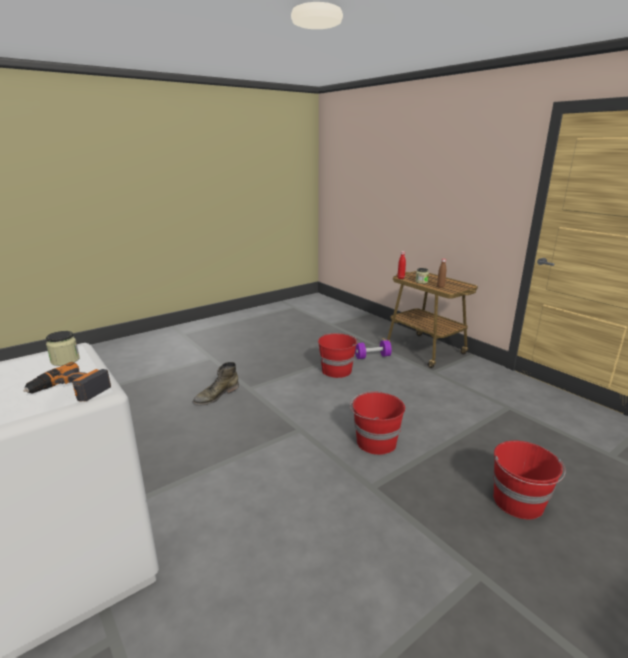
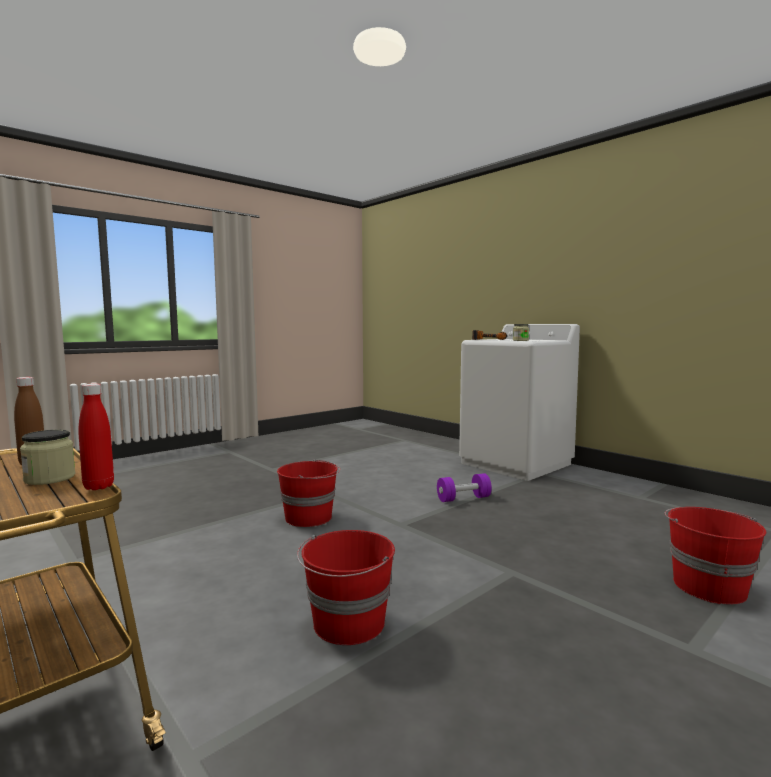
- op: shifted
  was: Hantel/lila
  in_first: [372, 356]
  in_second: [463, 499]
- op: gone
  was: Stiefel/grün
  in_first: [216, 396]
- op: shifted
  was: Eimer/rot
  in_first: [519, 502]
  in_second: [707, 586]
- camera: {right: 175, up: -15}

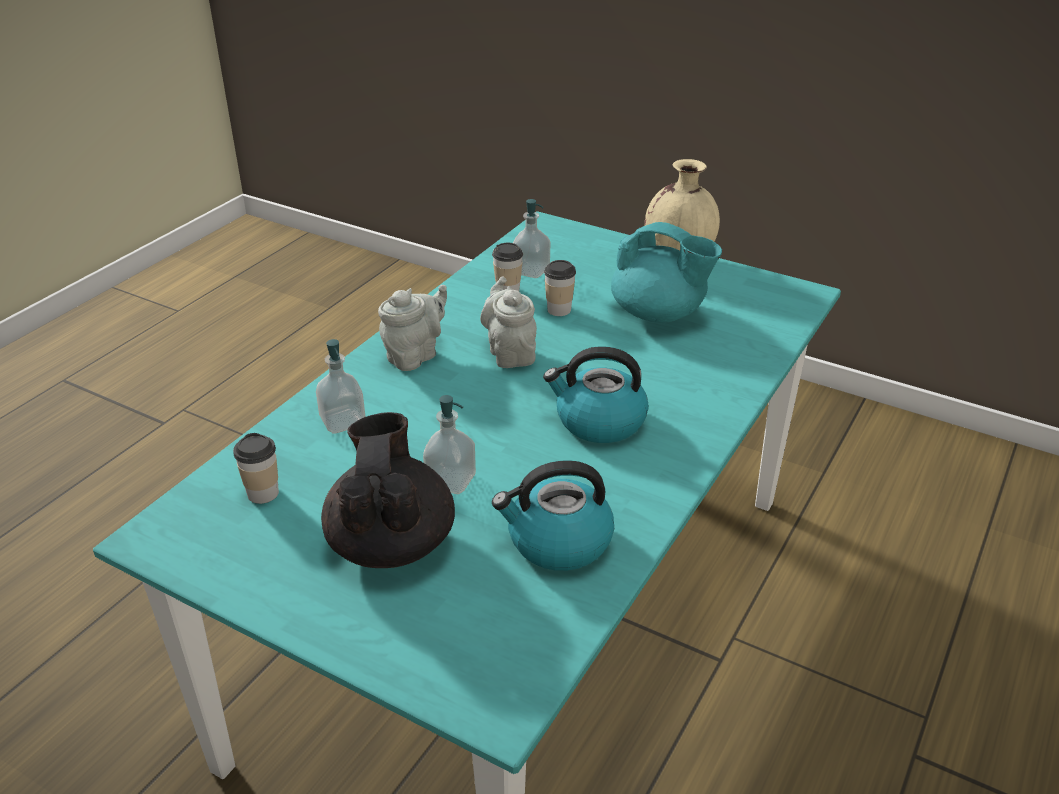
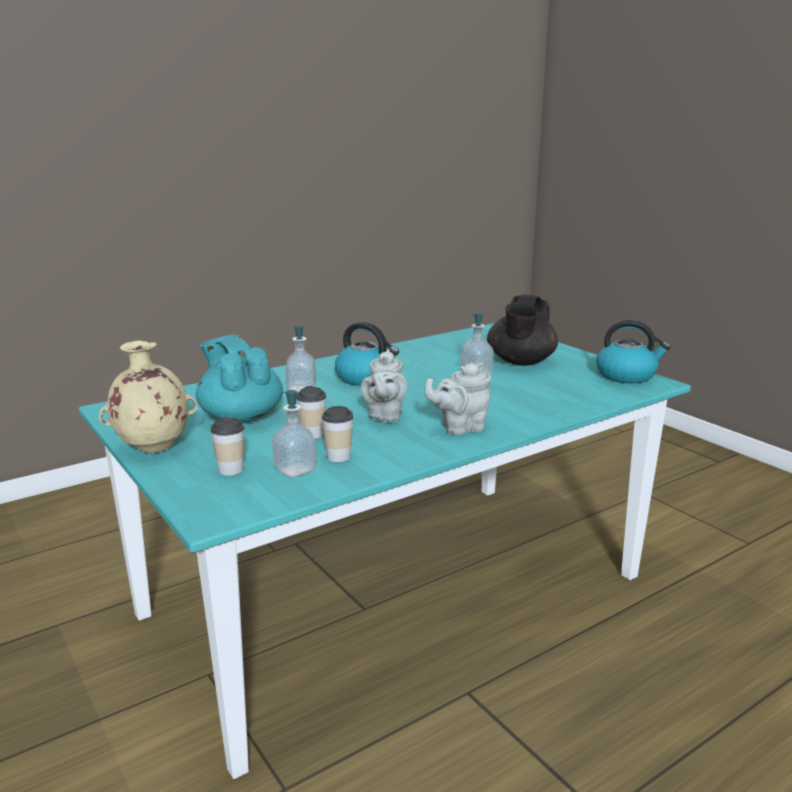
- op: shifted
  was: Seifenspender
  in_first: [343, 422]
  in_second: [301, 389]
- op: shifted
  was: Tasse
  in_first: [263, 493]
  in_second: [231, 470]
- op: shifted
  was: Wasserkessel
  in_first: [558, 542]
  in_second: [627, 375]
- camera: {right: -155, up: -15}

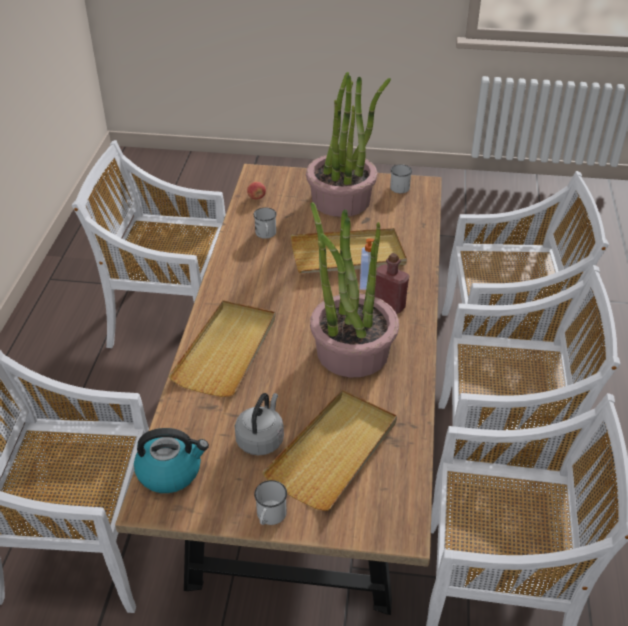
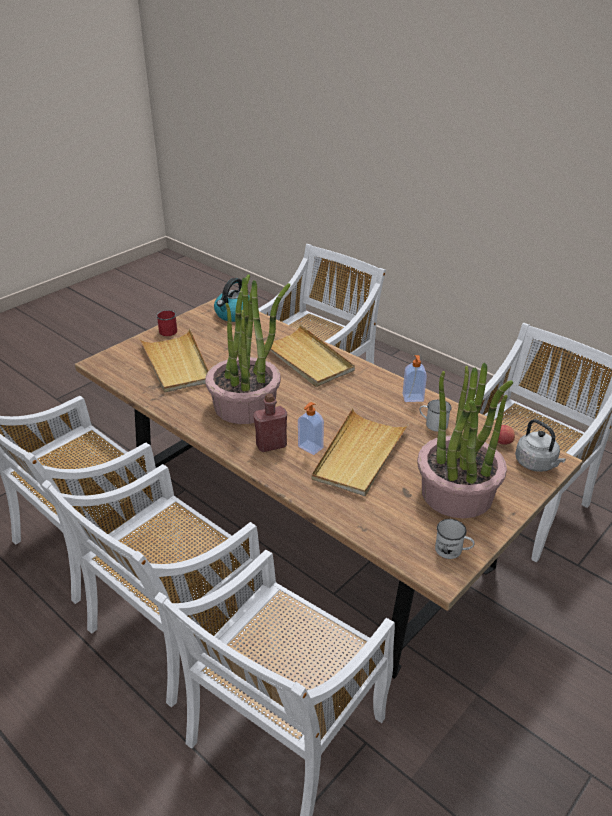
- op: shifted
  was: Wasserkessel/grau
  in_first: [261, 439]
  in_second: [537, 464]
- op: repainted
  was: Henkelbecher/weiß
  now: Henkelbecher/rot
  in_first: [269, 517]
  in_second: [166, 330]
- op: new
  now: Seifenspender
  in_second: [413, 398]
- camera: {right: 125, up: -5}

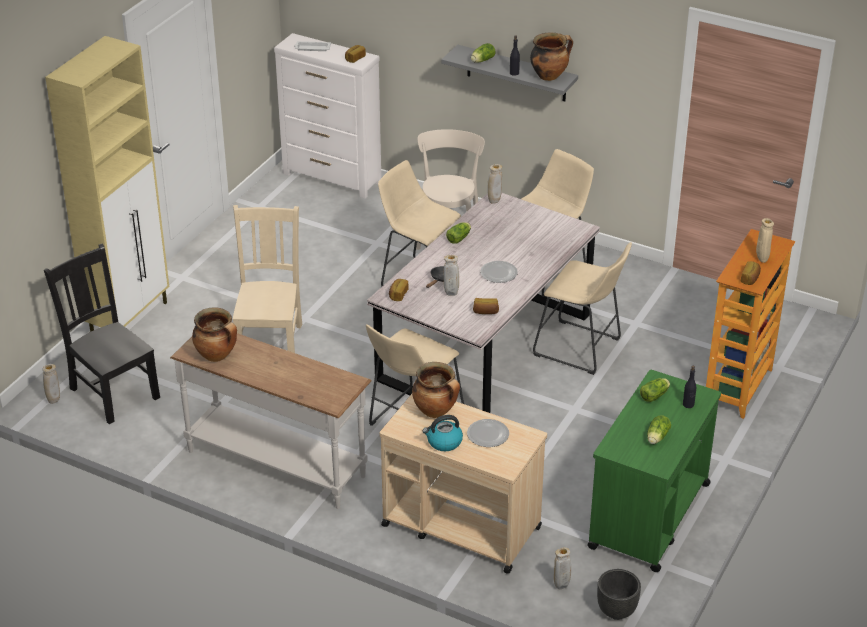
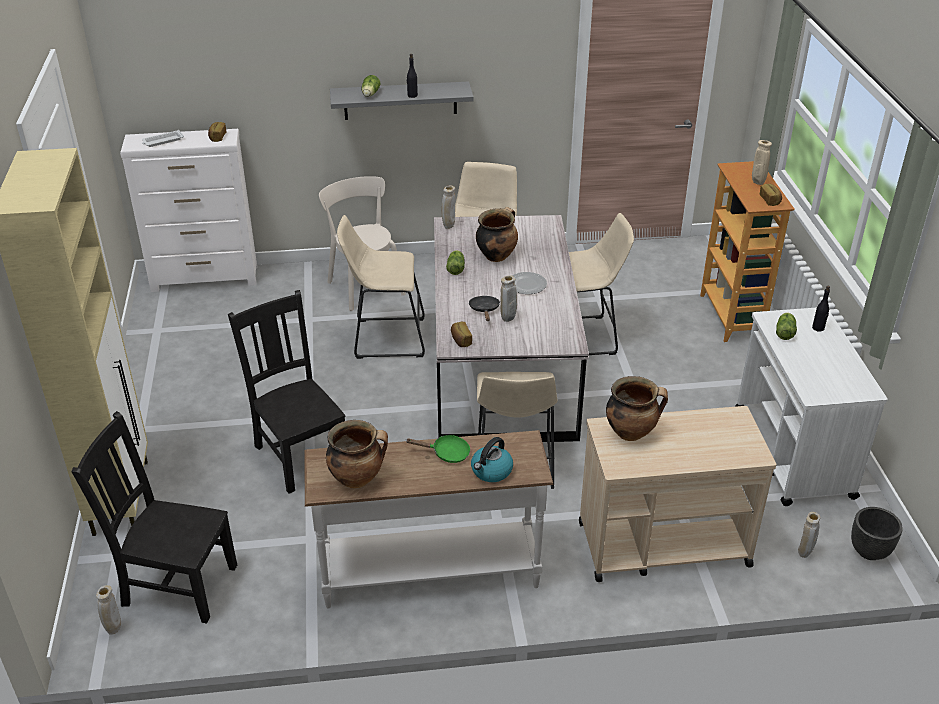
- op: shifted
  was: Kochtopf
  in_first: [549, 75]
  in_second: [496, 255]
- op: repainted
  was: Stuhl/beige
  now: Stuhl/schwarz
  in_first: [270, 343]
  in_second: [300, 454]
- op: gone
  was: Brot
  in_first: [485, 312]
- op: repainted
  was: Rollwagen/grün
  now: Rollwagen/weiß
  in_first: [648, 516]
  in_second: [793, 453]
- op: shifted
  was: Wasserkessel
  in_first: [444, 442]
  in_second: [491, 471]
- op: gone
  was: Salatkopf
  in_first: [656, 438]
- op: gone
  was: Teller
  in_first: [487, 434]
- op: new
  now: Pfanne/grün
  in_second: [447, 453]
- camera: {right: -35, up: 0}

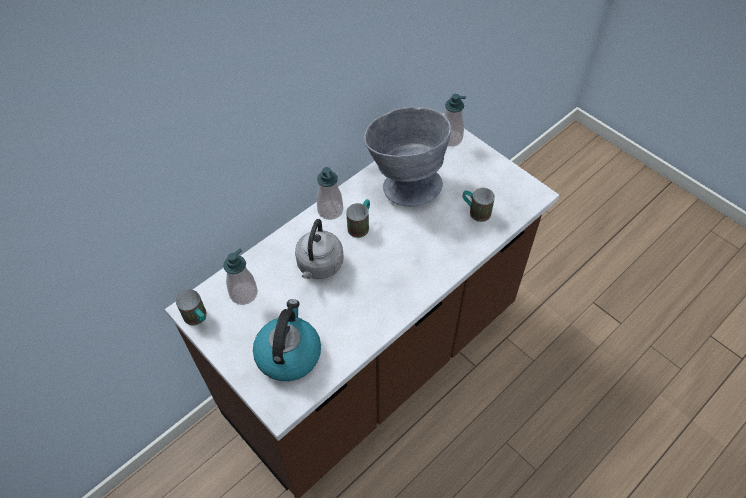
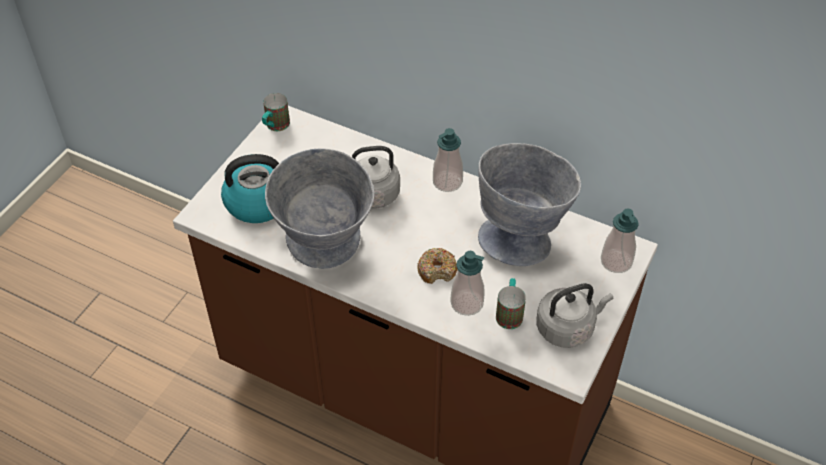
- op: gone
  was: Henkelbecher
  in_first: [360, 225]
- op: shifted
  was: Seifenspender
  in_first: [244, 293]
  in_second: [467, 303]
- op: new
  now: Schüssel/grau
  in_second: [325, 251]
- op: new
  now: Donut
  in_second: [437, 270]
- op: new
  now: Wasserkessel/grau
  in_second: [567, 328]
- camera: {right: 70, up: -5}

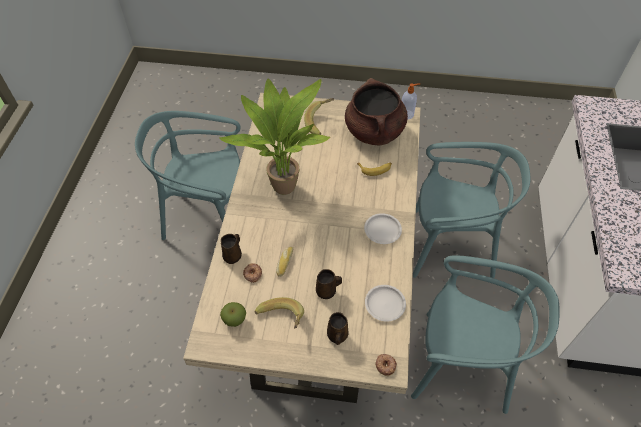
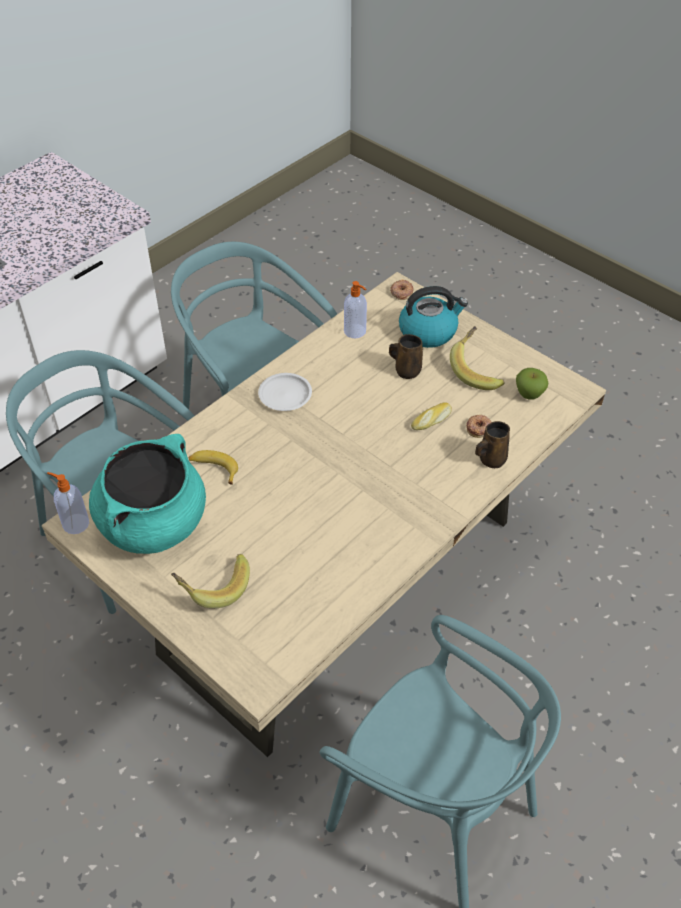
- op: repainted
  was: Kochtopf/braun
  now: Kochtopf/türkis
  in_first: [374, 132]
  in_second: [153, 523]
- op: gone
  was: Topfpflanze
  in_first: [283, 184]
- op: swapped
  was: Teller/weiß
  now: Seifenspender
  in_first: [385, 304]
  in_second: [355, 331]
- op: swapped
  was: Henkelbecher/braun
  now: Wasserkessel
  in_first: [337, 336]
  in_second: [429, 331]
- camera: {right: -145, up: -5}

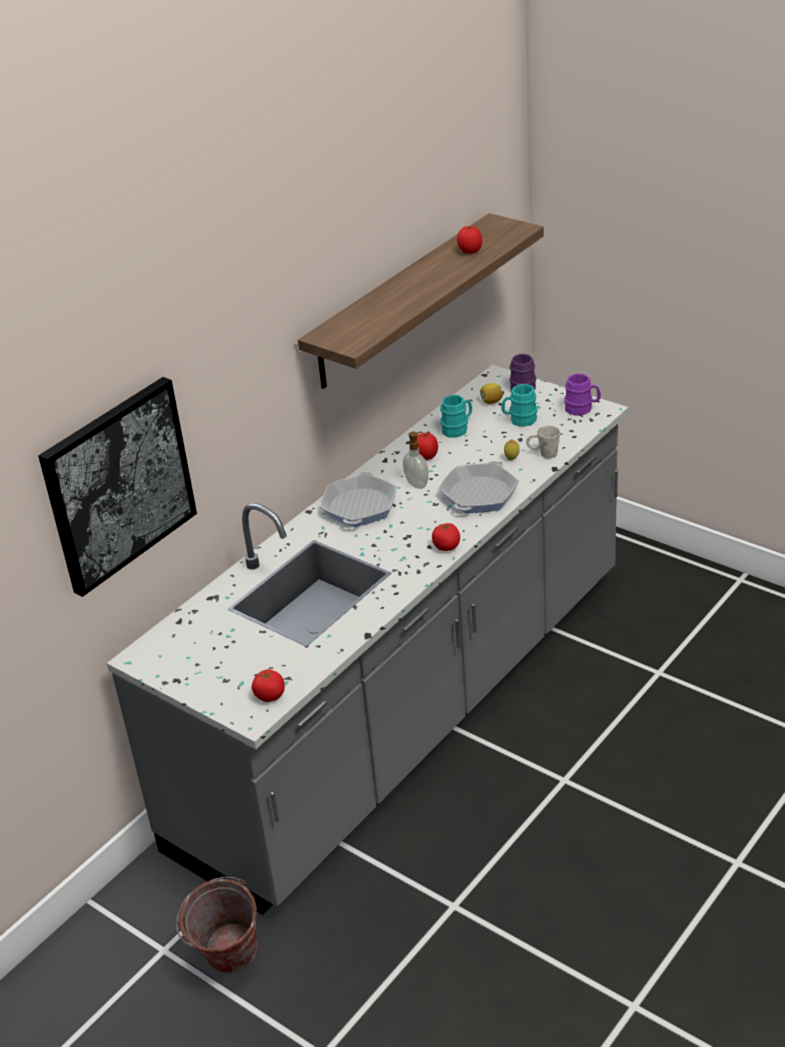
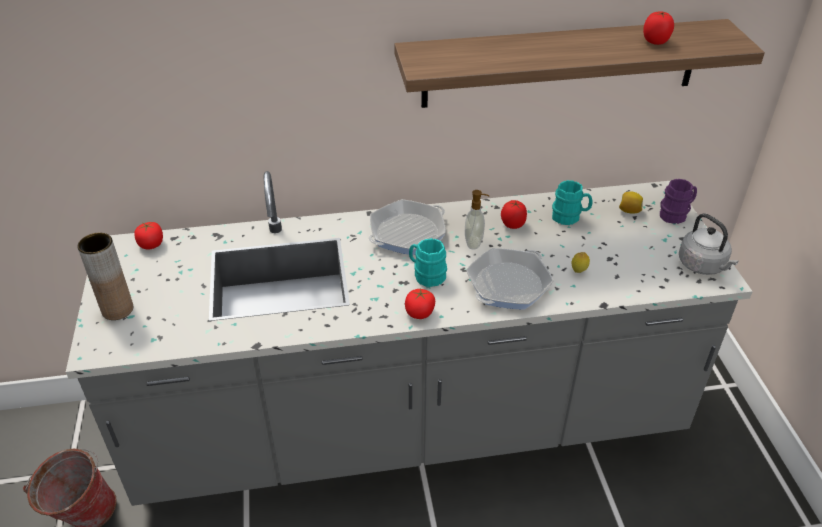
- op: swapped
  was: Henkelbecher/lila
  now: Wasserkessel/grau
  in_first: [582, 409]
  in_second: [703, 266]
- op: gone
  was: Bild
  in_first: [118, 484]
- op: shifted
  was: Henkelbecher/türkis
  in_first: [519, 420]
  in_second: [426, 275]
- op: gone
  was: Henkelbecher/weiß
  in_first: [543, 454]
- op: rotated
  was: Pfanne
  in_first: [479, 494]
  in_second: [508, 285]
  clockwise: 150
- op: shifted
  was: Tomate
  in_first: [270, 695]
  in_second: [151, 244]
- op: new
  now: Vase/braun
  in_second: [117, 309]
- camera: {right: 40, up: 5}

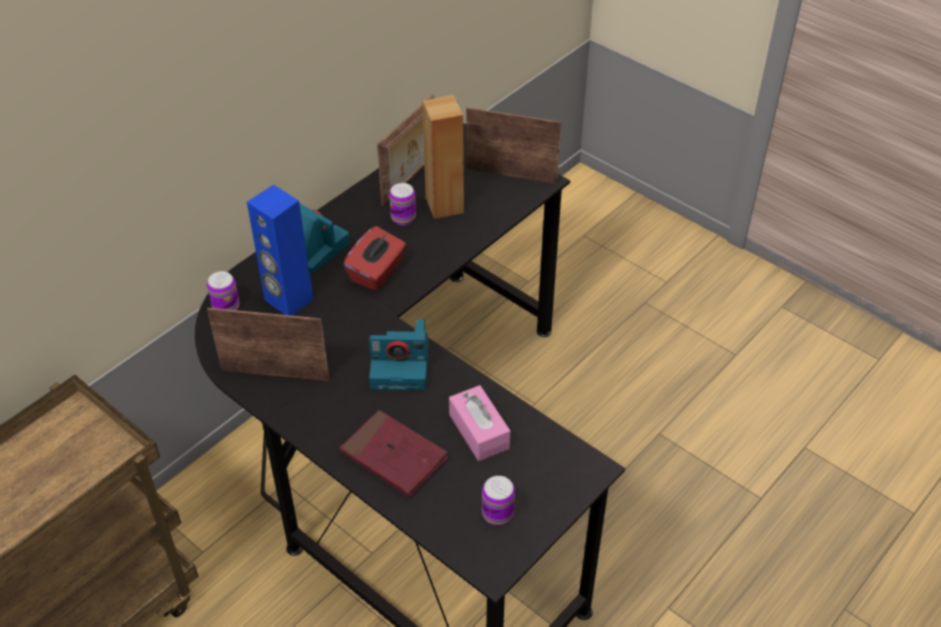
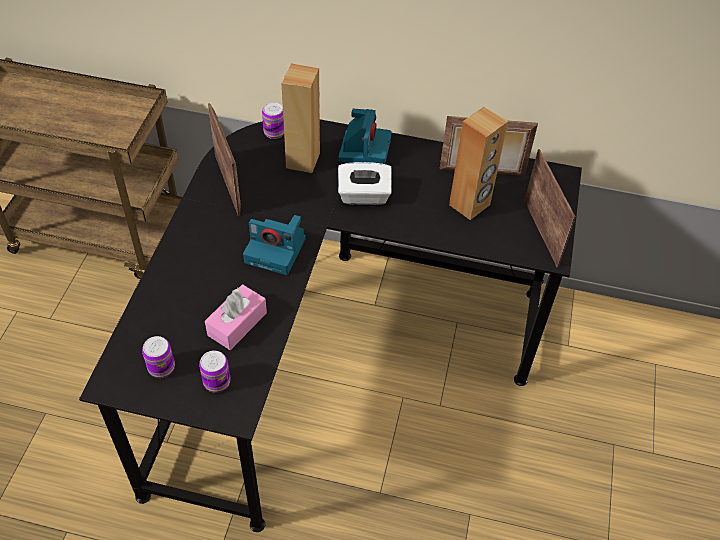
- op: shifted
  was: Dose
  in_first: [403, 217]
  in_second: [217, 382]
- op: repainted
  was: Lautsprecher/blau
  now: Lautsprecher/braun
  in_first: [288, 300]
  in_second: [302, 160]
- op: repainted
  was: Taschentuchbox/rot
  now: Taschentuchbox/weiß
  in_first: [377, 273]
  in_second: [364, 196]
- op: rotated
  was: Kamera
  in_first: [401, 366]
  in_second: [277, 250]
  clockwise: -45
- op: gone
  was: Buch/rot
  in_first: [394, 456]
- camera: {right: 60, up: 5}

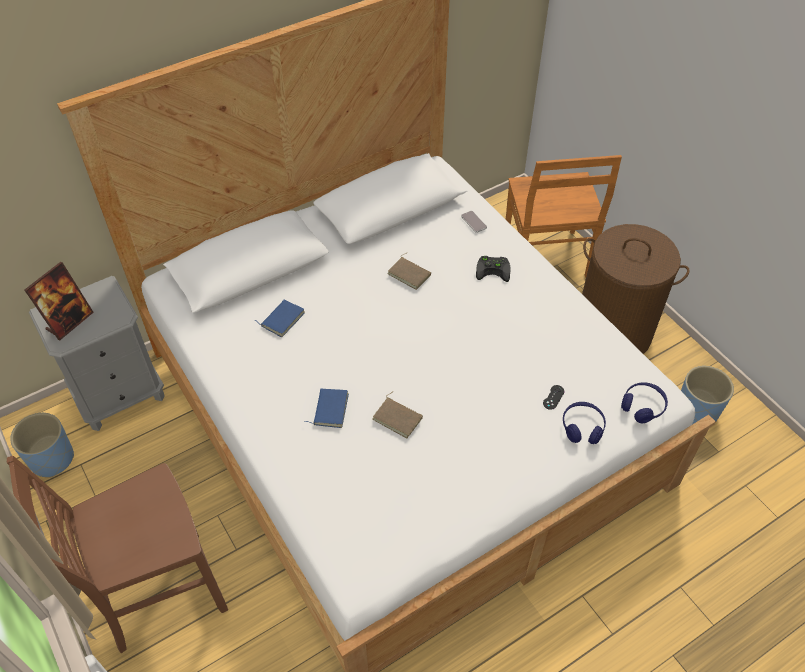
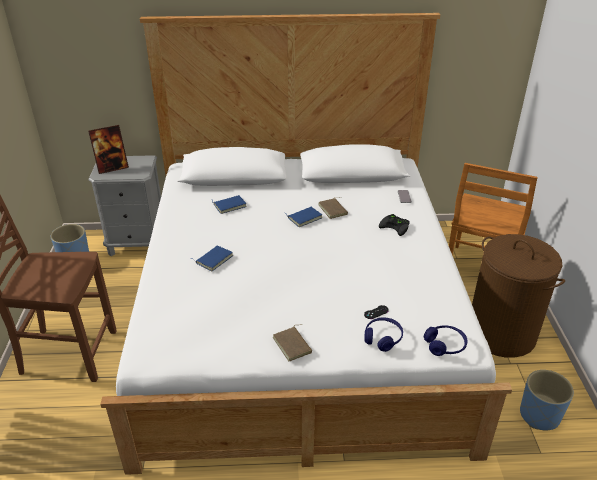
- op: shifted
  was: Buch/braun
  in_first: [398, 418]
  in_second: [293, 345]
- op: new
  now: Buch/blau
  in_second: [304, 217]
- camera: {right: 30, up: -15}

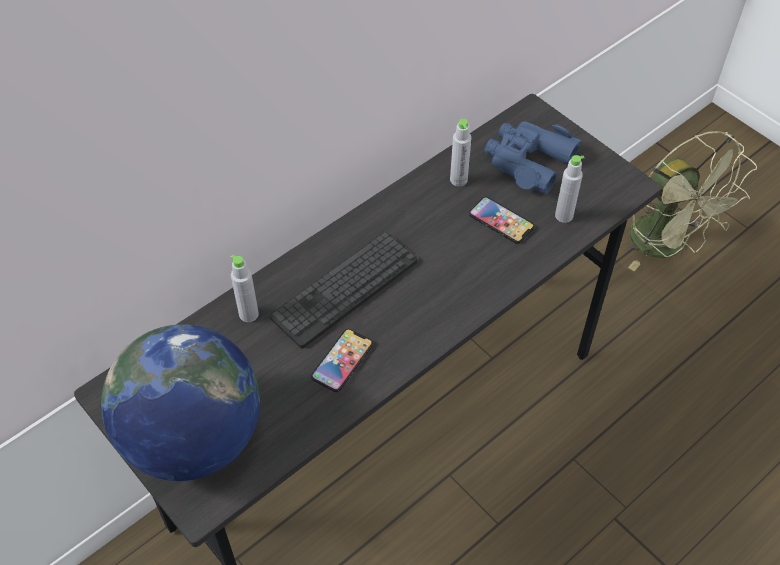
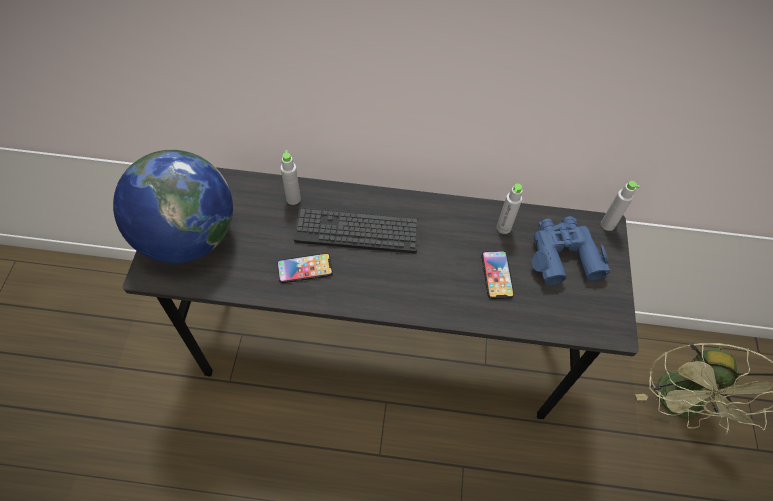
- op: shifted
  was: Flasche/grau
  in_first: [564, 216]
  in_second: [607, 224]
- camera: {right: 45, up: 5}

